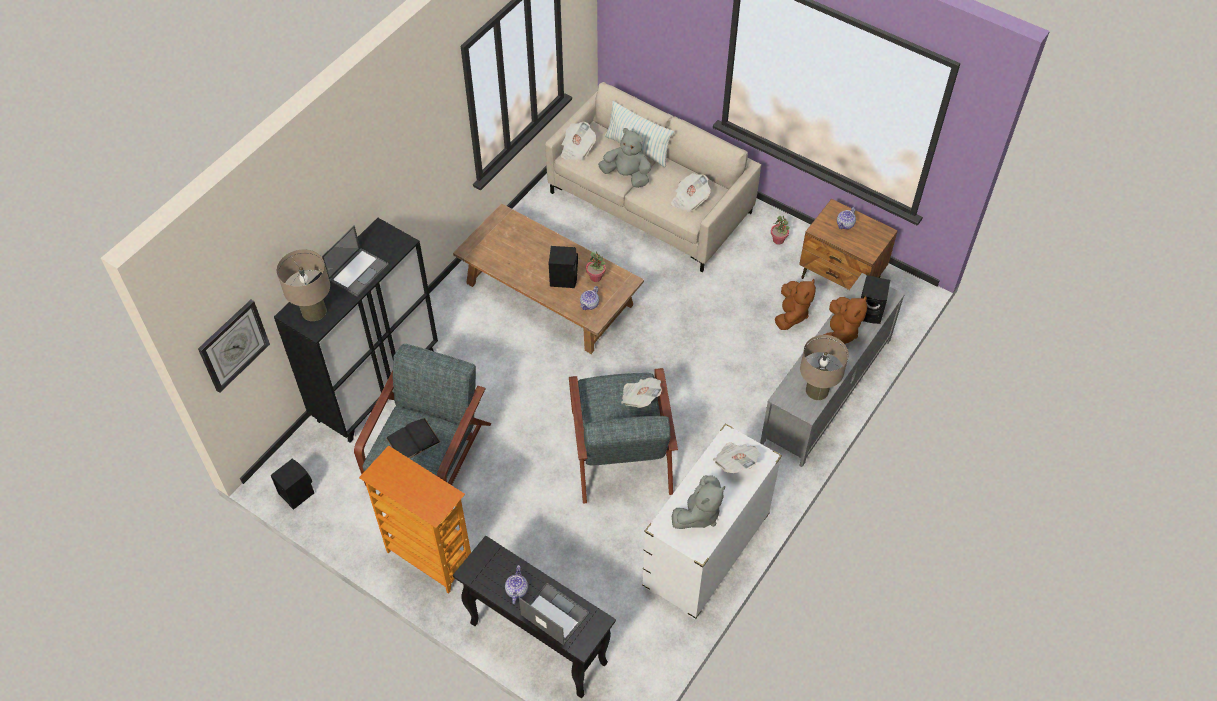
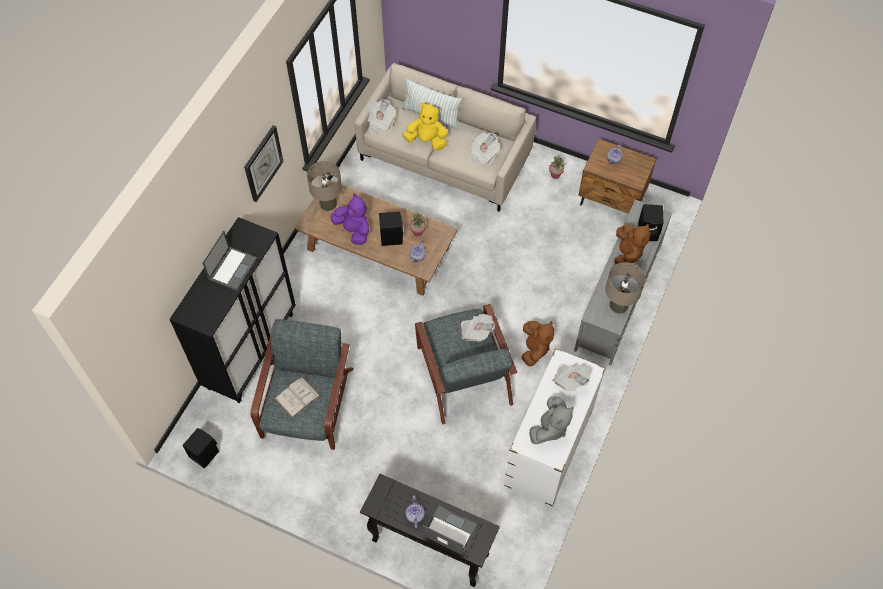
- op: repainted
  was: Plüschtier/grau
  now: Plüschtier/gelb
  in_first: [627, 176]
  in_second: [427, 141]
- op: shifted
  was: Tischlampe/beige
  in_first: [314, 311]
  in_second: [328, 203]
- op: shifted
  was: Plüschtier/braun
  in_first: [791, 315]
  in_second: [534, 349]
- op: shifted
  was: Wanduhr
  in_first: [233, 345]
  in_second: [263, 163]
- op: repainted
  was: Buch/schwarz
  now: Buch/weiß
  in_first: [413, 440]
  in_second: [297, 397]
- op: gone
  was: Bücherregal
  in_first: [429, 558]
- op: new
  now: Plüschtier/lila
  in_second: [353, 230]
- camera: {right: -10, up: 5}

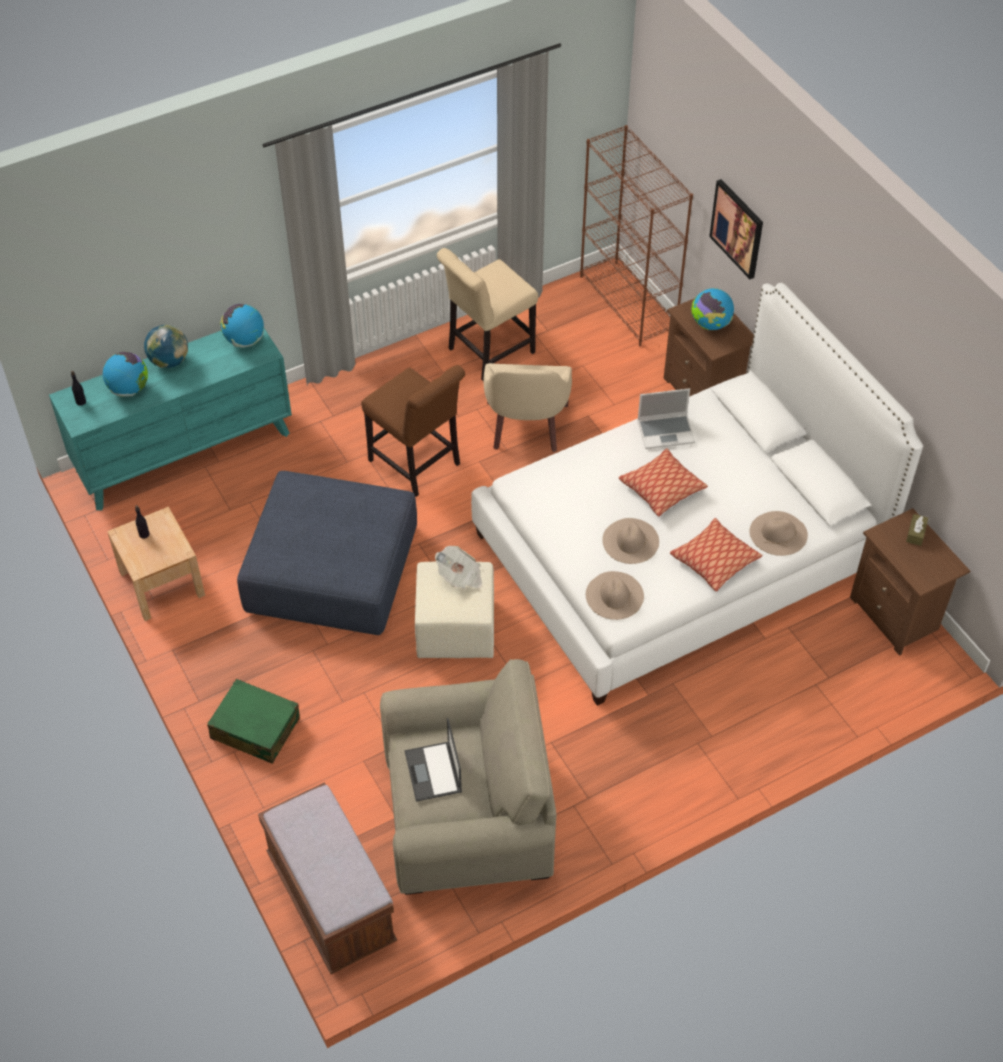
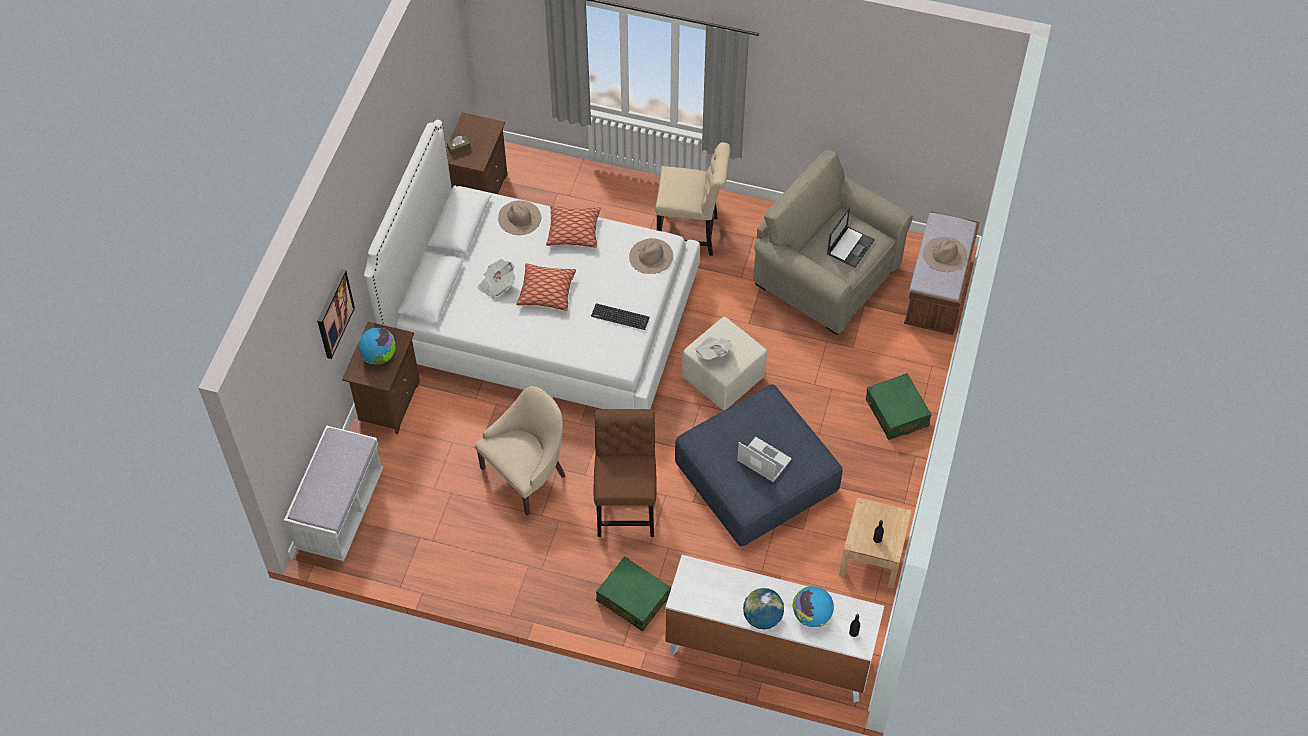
- op: swapped
  was: Bücherregal/braun
  now: Bank/weiß
  in_first: [628, 303]
  in_second: [340, 511]
- op: shifted
  was: Stuhl/beige
  in_first: [487, 352]
  in_second: [691, 234]
- op: gone
  was: Globus
  in_first: [245, 340]
- op: repainted
  was: Kommode/türkis
  now: Kommode/weiß
  in_first: [184, 451]
  in_second: [768, 652]
- op: shifted
  was: Laptop
  in_first: [666, 432]
  in_second: [763, 460]
- op: shifted
  was: Hut/beige
  in_first: [630, 541]
  in_second: [945, 254]
- op: new
  now: Zeitung
  in_second: [497, 285]
- op: new
  now: Tastatur
  in_second: [620, 317]
- op: new
  now: Koffer/grün
  in_second: [633, 599]
- camera: {right: -135, up: 5}

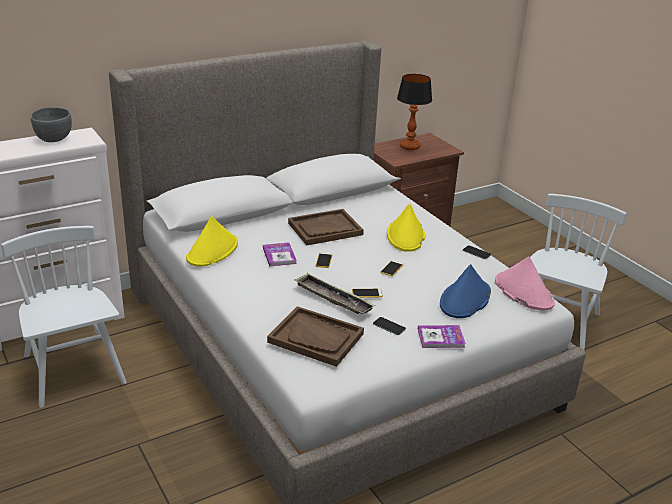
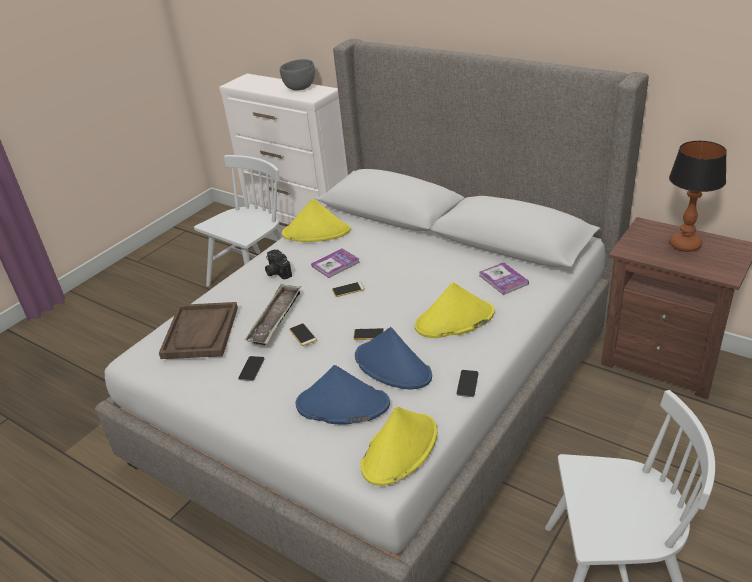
- op: gone
  was: Tablett/braun
  in_first: [325, 229]
- op: repainted
  was: Hut/rosa
  now: Hut/gelb
  in_first: [523, 292]
  in_second: [400, 449]
- op: shifted
  was: Buch
  in_first: [441, 338]
  in_second: [503, 280]
- op: new
  now: Kamera
  in_second: [276, 272]
- op: new
  now: Hut/blau
  in_second: [393, 366]
- camera: {right: 70, up: 5}

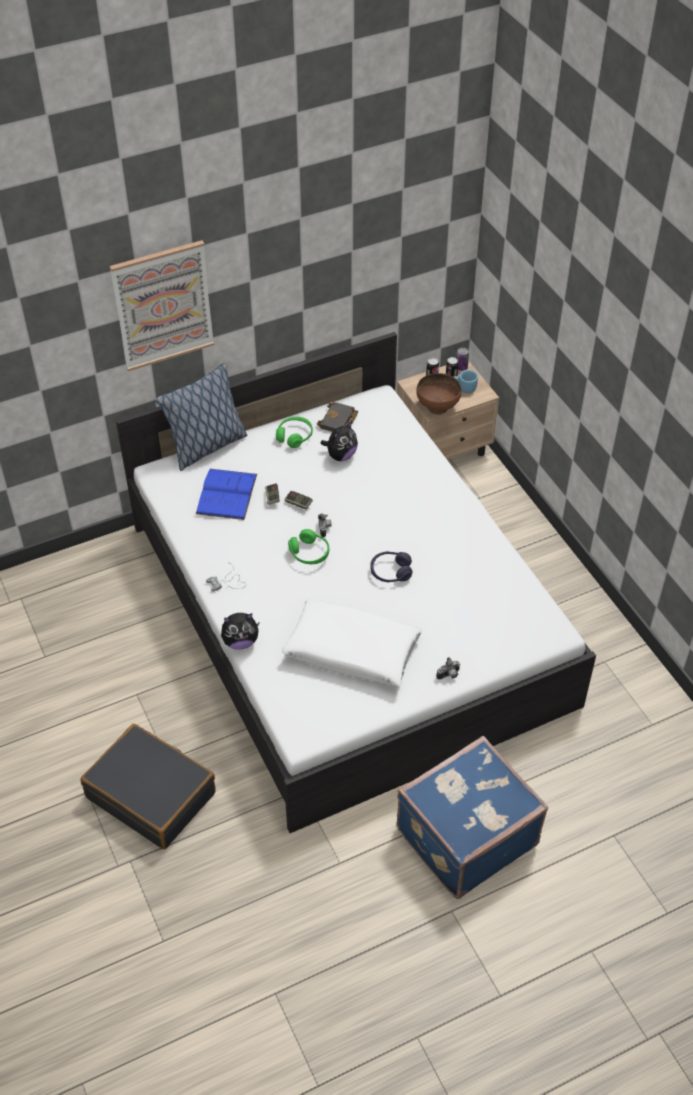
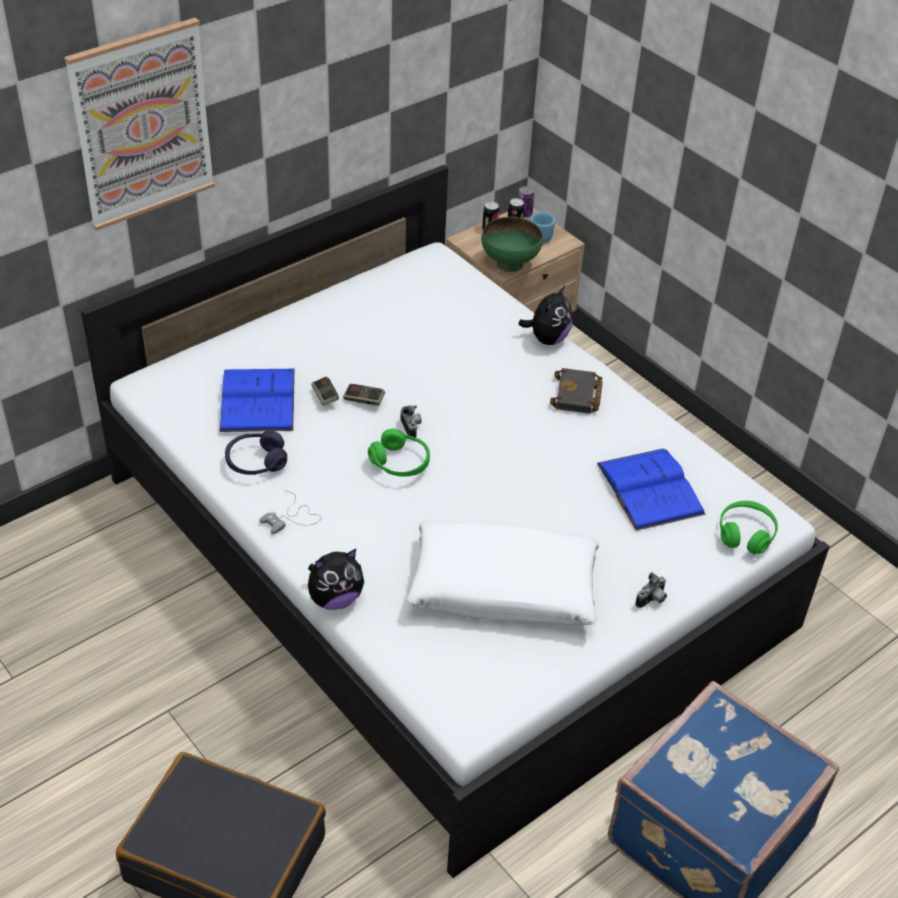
- op: gone
  was: Kissen
  in_first: [206, 447]
- op: repainted
  was: Schüssel/braun
  now: Schüssel/grün
  in_first: [438, 407]
  in_second: [510, 263]
- op: shifted
  was: Buch/schwarz
  in_first: [338, 422]
  in_second: [578, 396]
- op: shifted
  was: Kopfhörer/grün
  in_first: [294, 436]
  in_second: [745, 534]
- op: shifted
  was: Plüschtier
  in_first: [341, 455]
  in_second: [547, 339]
- op: shifted
  was: Kopfhörer/lila
  in_first: [391, 572]
  in_second: [256, 462]
- op: new
  now: Buch/blau
  in_second: [650, 488]
- camera: {right: -15, up: -5}

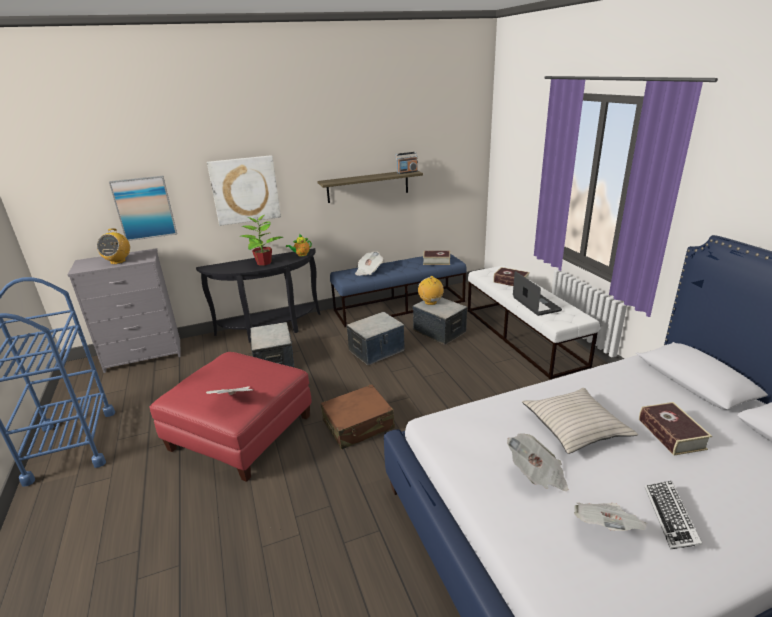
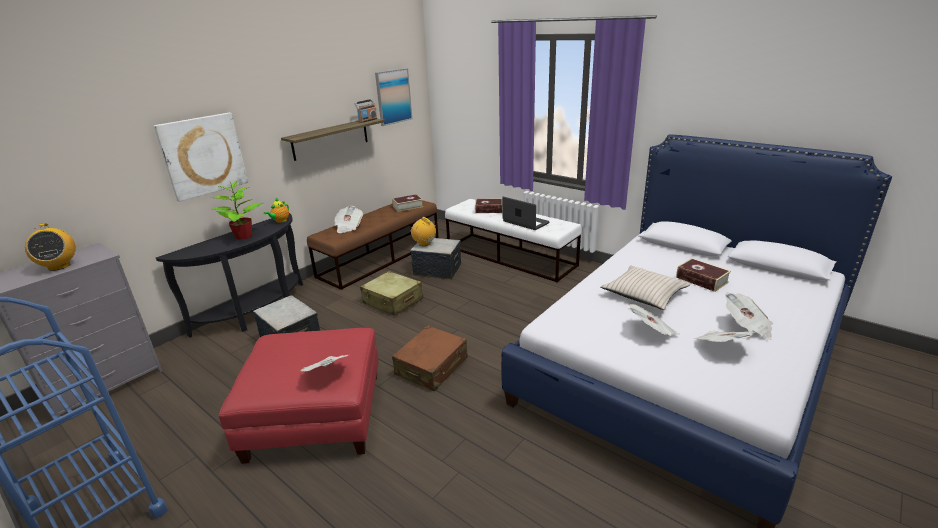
- op: shifted
  was: Bild
  in_first: [144, 208]
  in_second: [393, 96]
- op: repainted
  was: Bank/blau
  now: Bank/braun
  in_first: [400, 306]
  in_second: [381, 258]
- op: swapped
  was: Aufbewahrungsbox
  now: Koffer/beige
  in_first: [377, 351]
  in_second: [393, 301]
- op: swapped
  was: Tastatur
  now: Zeitung
  in_first: [670, 517]
  in_second: [747, 327]
- camera: {right: -30, up: 0}

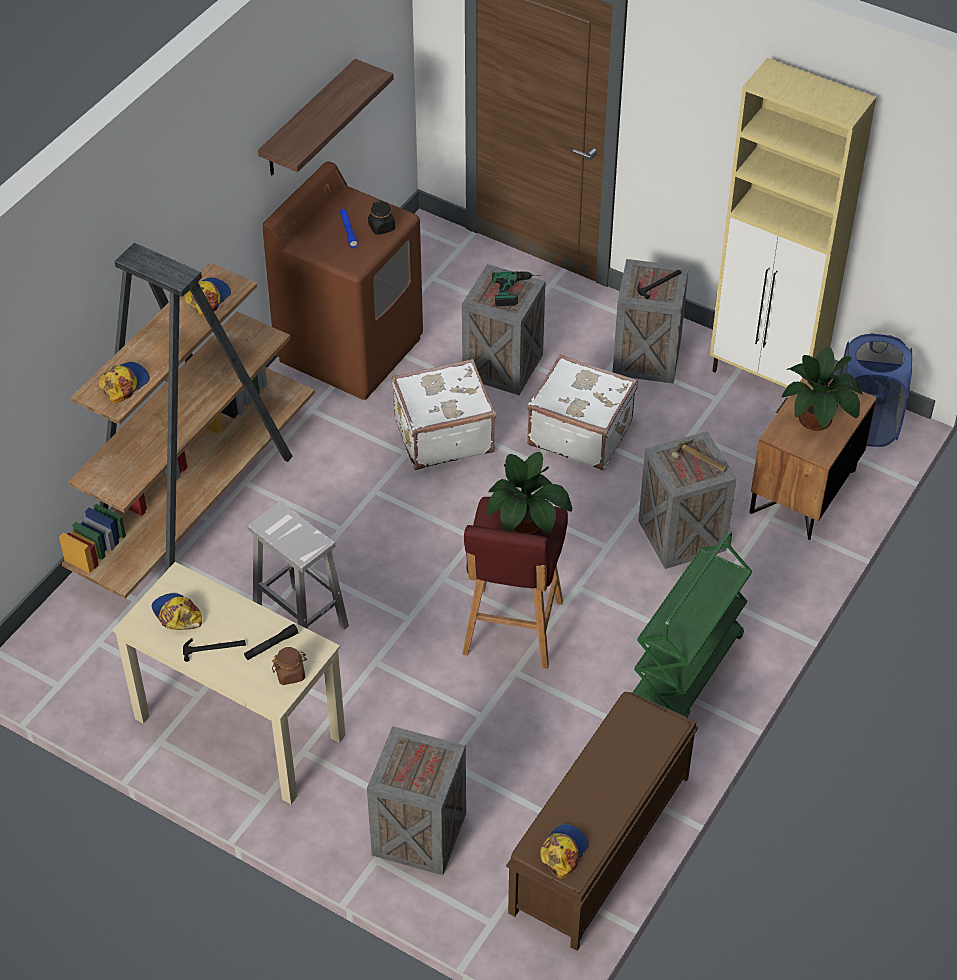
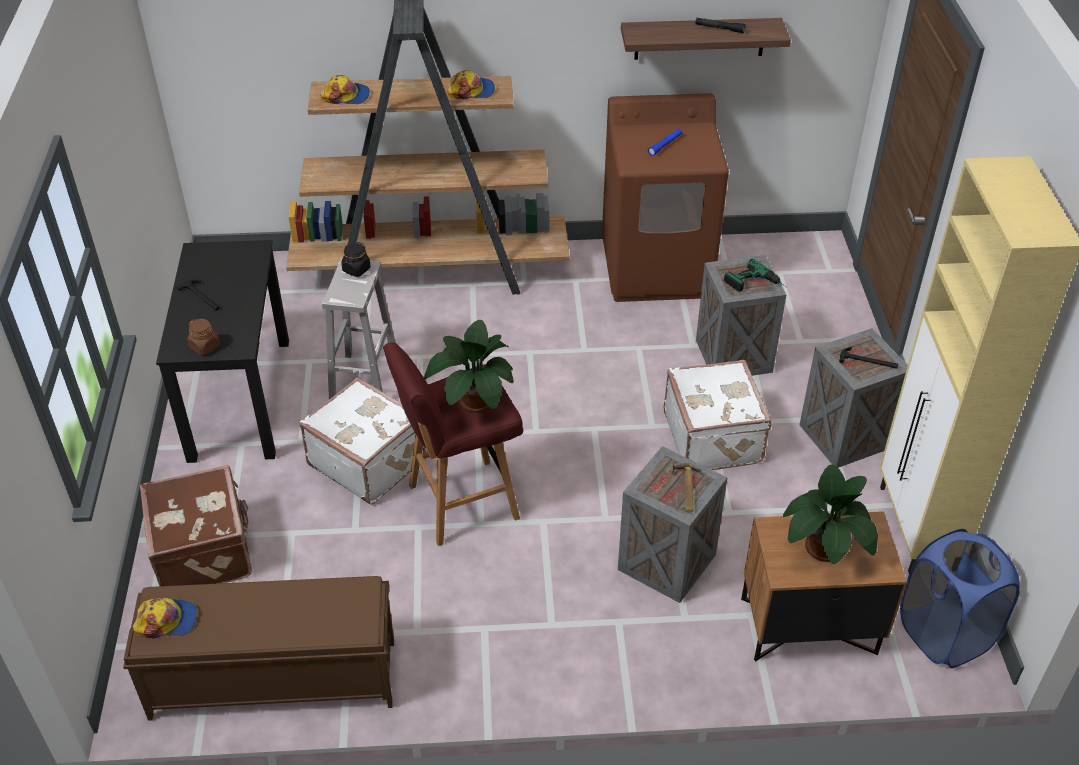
- op: shifted
  was: Vorratsglas/schwarz
  in_first: [381, 227]
  in_second: [356, 269]
- op: shifted
  was: Koffer/weiß
  in_first: [442, 434]
  in_second: [368, 461]
- op: gone
  was: Rollwagen/grün
  in_first: [687, 671]
- op: repainted
  was: Schreibtisch/beige
  now: Schreibtisch/schwarz
  in_first: [239, 727]
  in_second: [240, 398]
- op: gone
  was: Kappe
  in_first: [176, 615]
- op: shifted
  was: Taschenlampe/schwarz
  in_first: [271, 645]
  in_second: [719, 29]
- op: swapped
  was: Kiste
  now: Koffer/braun
  in_first: [417, 835]
  in_second: [205, 551]
- camera: {right: 55, up: -5}

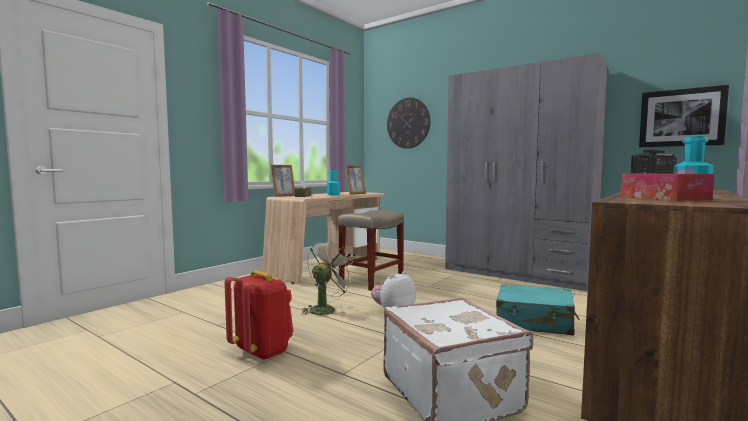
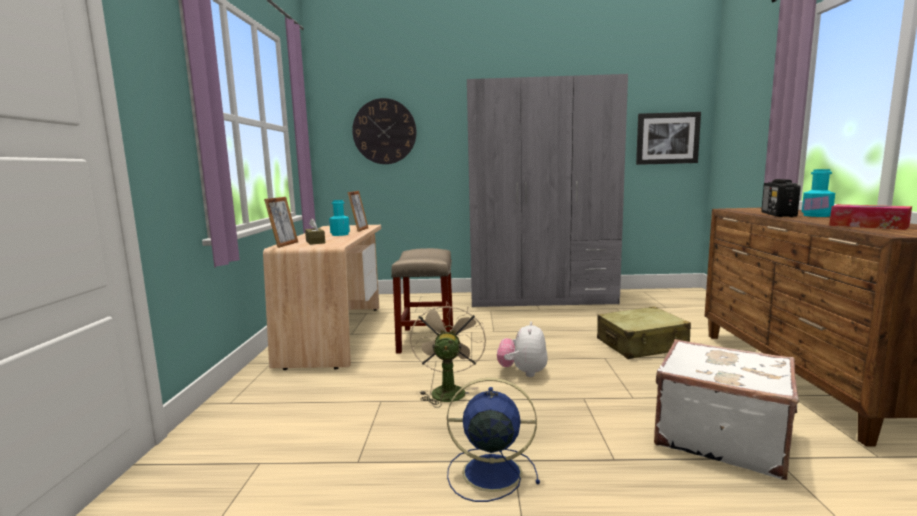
- op: swapped
  was: Rucksack/rot
  now: Ventilator/blau
  in_first: [262, 351]
  in_second: [489, 472]
- op: repainted
  was: Koffer/türkis
  now: Koffer/beige
  in_first: [534, 322]
  in_second: [641, 345]
- camera: {right: -35, up: 5}

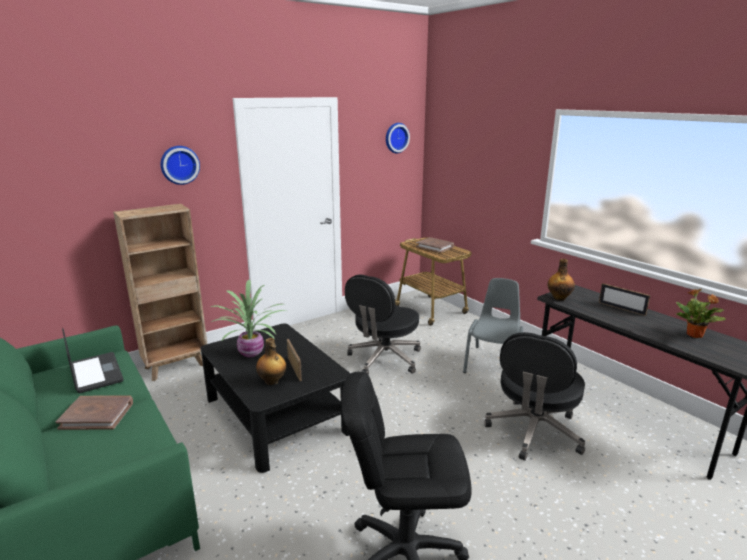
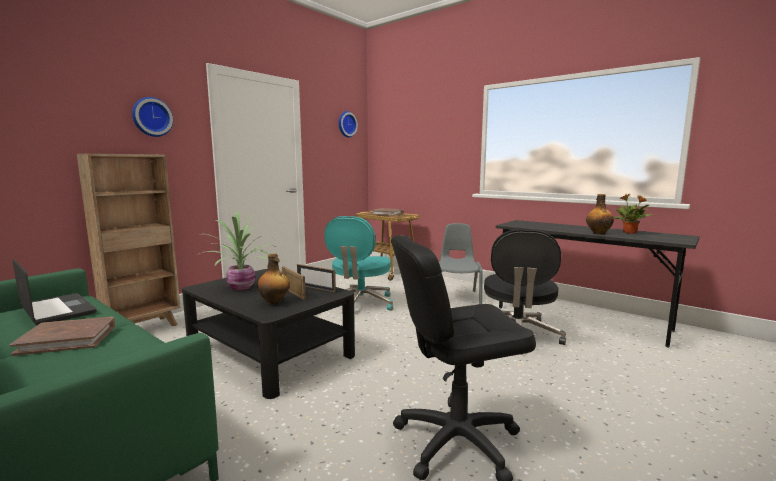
- op: shifted
  was: Flasche
  in_first: [559, 298]
  in_second: [598, 233]
- op: repainted
  was: Bürostuhl/schwarz
  now: Bürostuhl/türkis
  in_first: [384, 359]
  in_second: [360, 304]
- op: shifted
  was: Bilderrahmen
  in_first: [621, 308]
  in_second: [316, 288]
- camera: {right: -15, up: -10}

